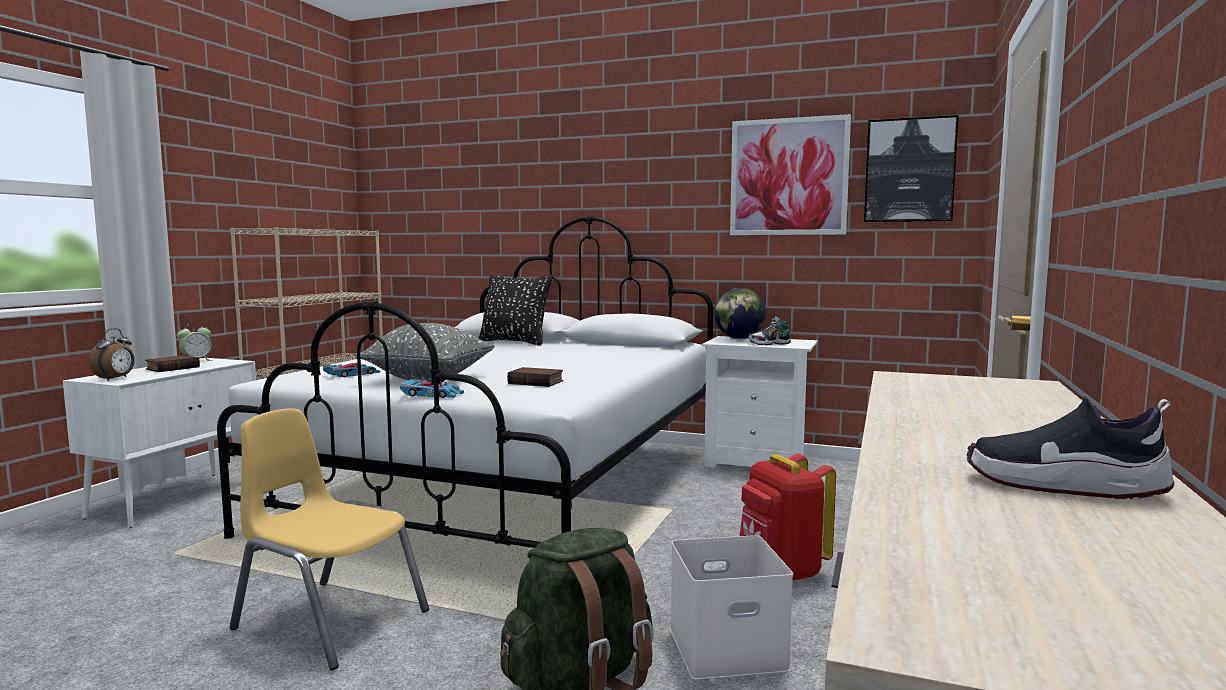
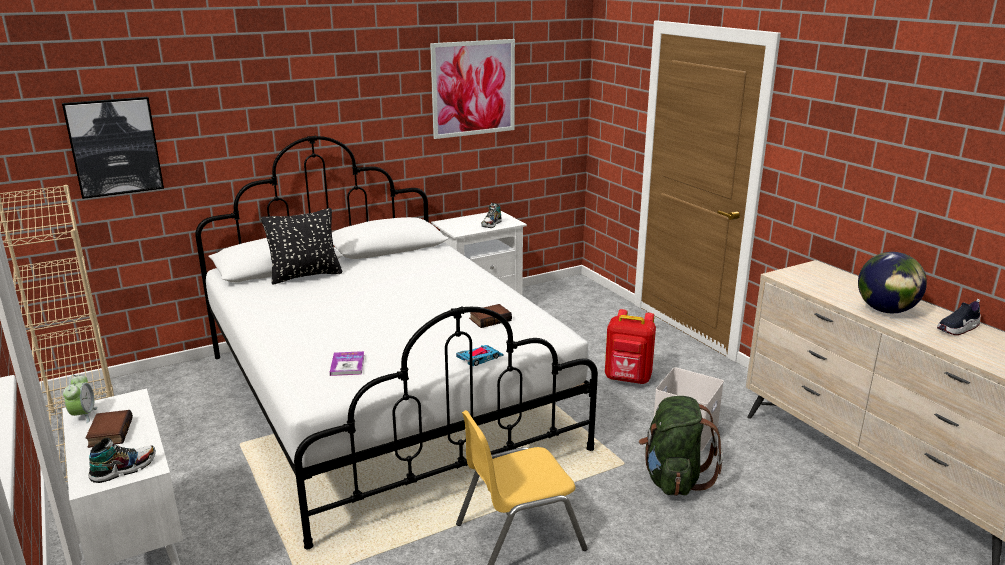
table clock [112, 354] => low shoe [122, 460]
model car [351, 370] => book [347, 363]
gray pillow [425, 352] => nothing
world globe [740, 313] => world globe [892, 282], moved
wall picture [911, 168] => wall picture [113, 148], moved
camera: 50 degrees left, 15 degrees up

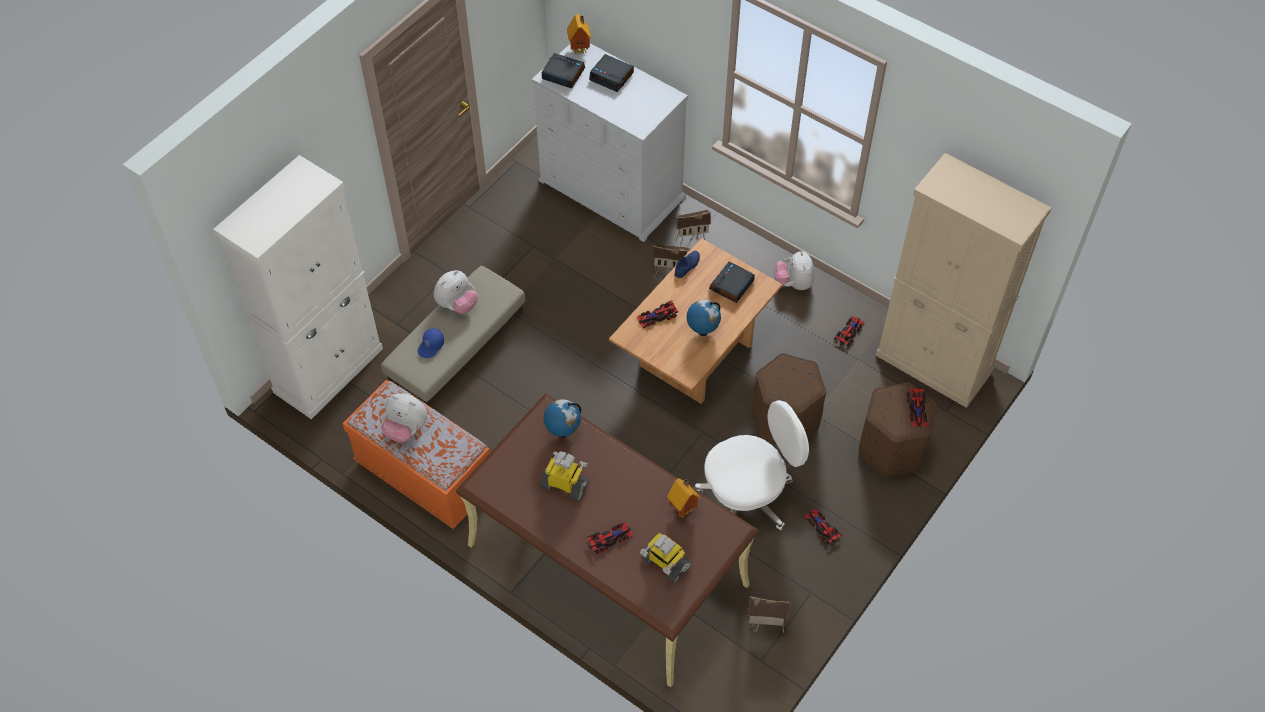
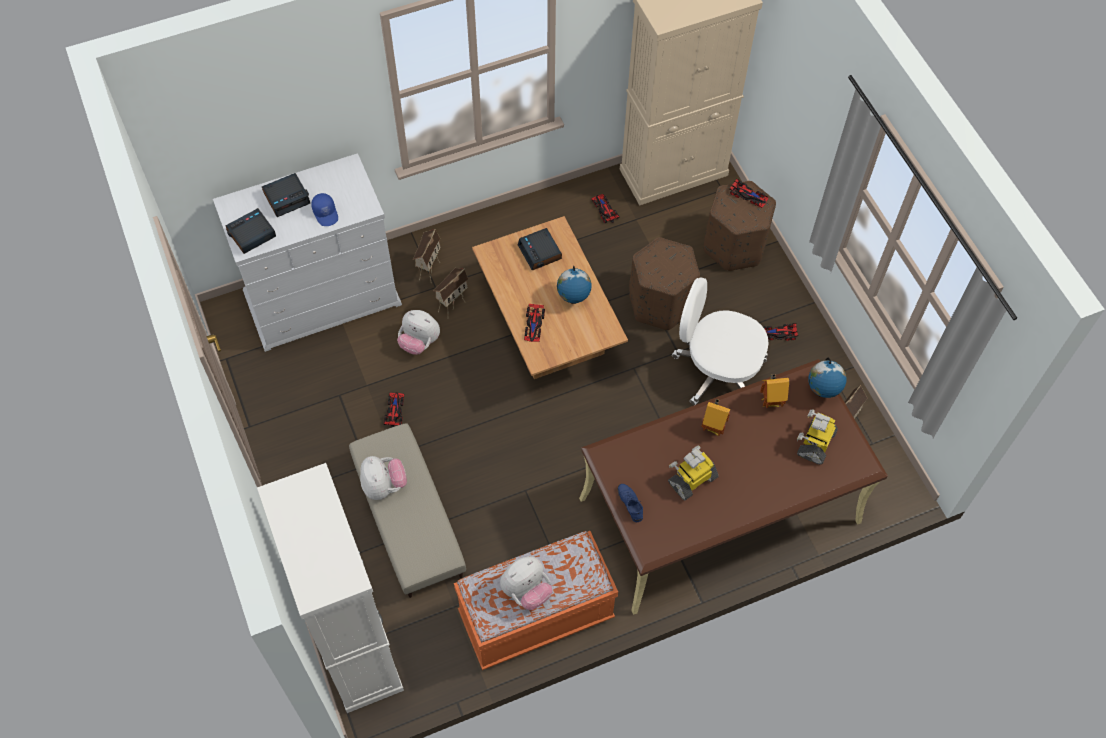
bluish cap [430, 343] => bluish cap [324, 209], moved
world globe [562, 418] => world globe [827, 378], moved
model house [579, 34] => model house [715, 417], moved
model car [610, 538] => model car [394, 410], moved
model robot [666, 558] => model robot [817, 437], 135 degrees clockwise
bluish low shoe [687, 264] => bluish low shoe [630, 503], moved
whitish office chair [751, 465] => whitish office chair [720, 341], 75 degrees counterclockwise
soft toy [794, 270] => soft toy [418, 332], moved
camera: 60 degrees left, 5 degrees up

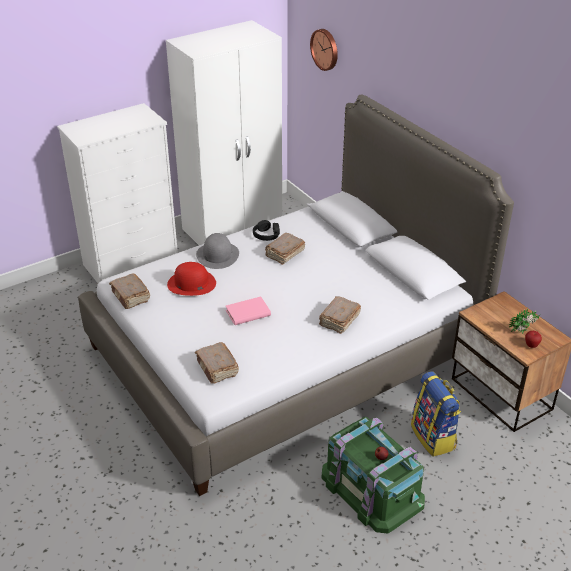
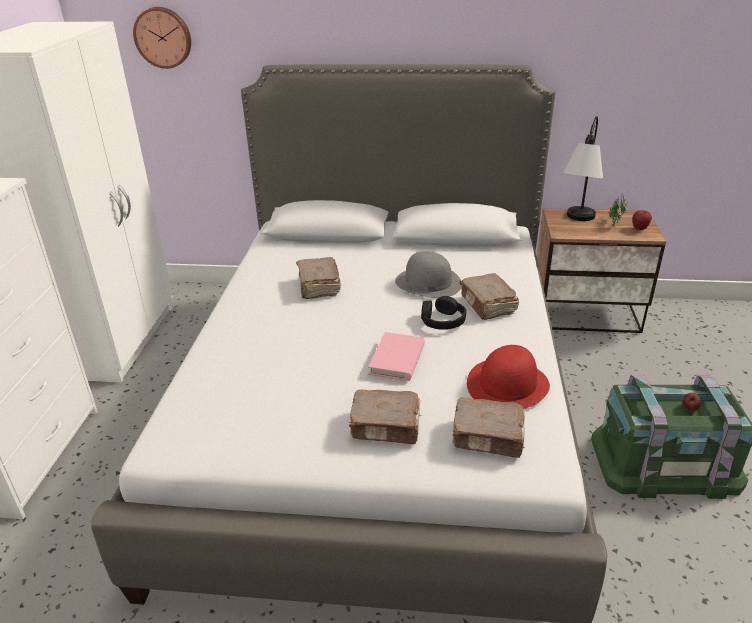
brown book [129, 291] => brown book [385, 417], moved
red-coloured wearable hat [191, 279] => red-coloured wearable hat [508, 377], moved
gray wearable hat [217, 251] => gray wearable hat [428, 274], moved
black-coloured headphones [266, 230] => black-coloured headphones [443, 313], moved
rucksack [436, 414] => nothing
nothing => table lamp [582, 168]
camera: 50 degrees left, 5 degrees down

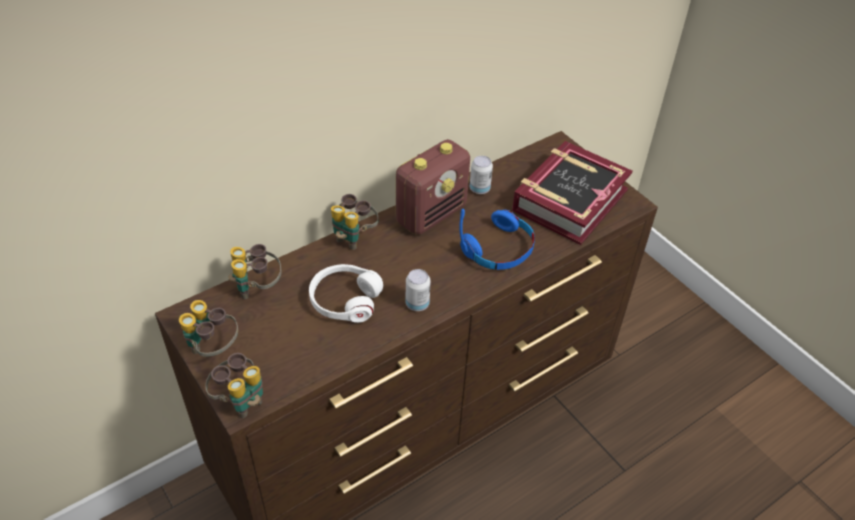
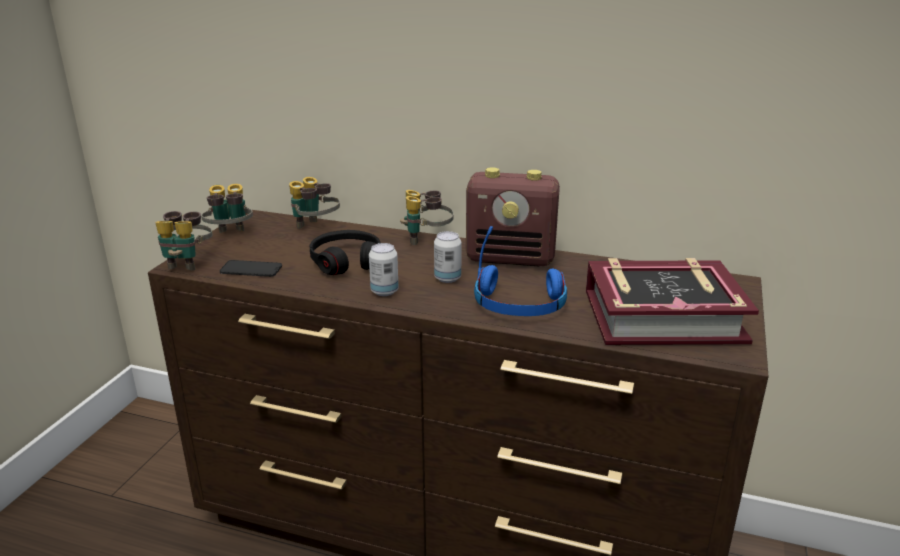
whitish headphones [346, 293] => black-coloured headphones [345, 252]
metal can [481, 175] => metal can [448, 257], moved
nothing => phone [250, 268]
camera: 55 degrees right, 20 degrees down

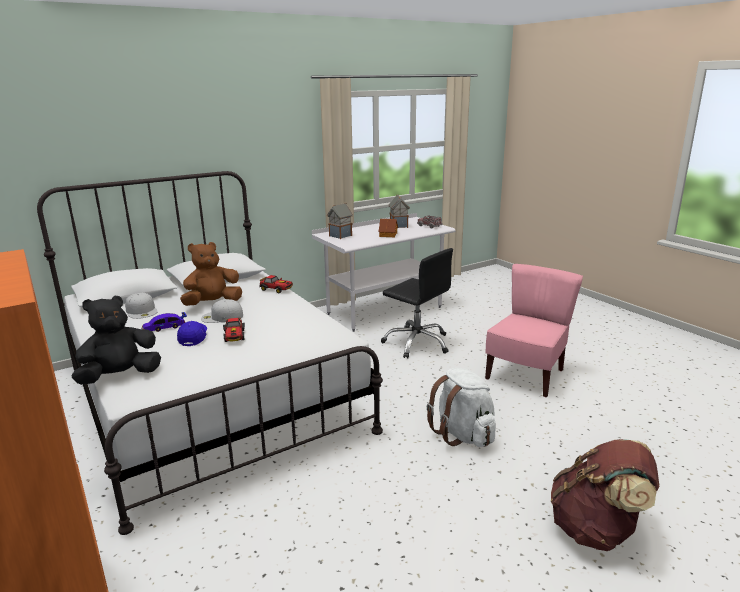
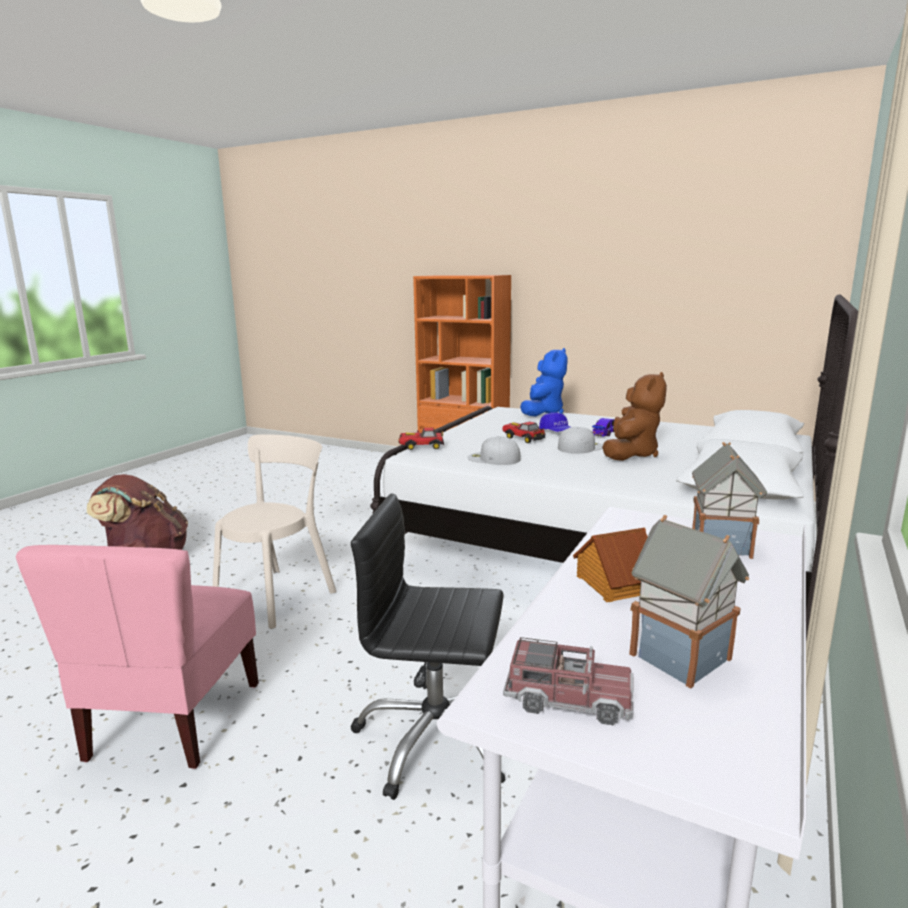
black-coloured soft toy [116, 340] => bluish soft toy [544, 382]
whitish cap [141, 306] => whitish cap [493, 450], moved
model car [276, 284] => model car [421, 439], moved
whitish rucksack [461, 407] => beige chair [275, 531]
camera: 150 degrees right, 5 degrees down

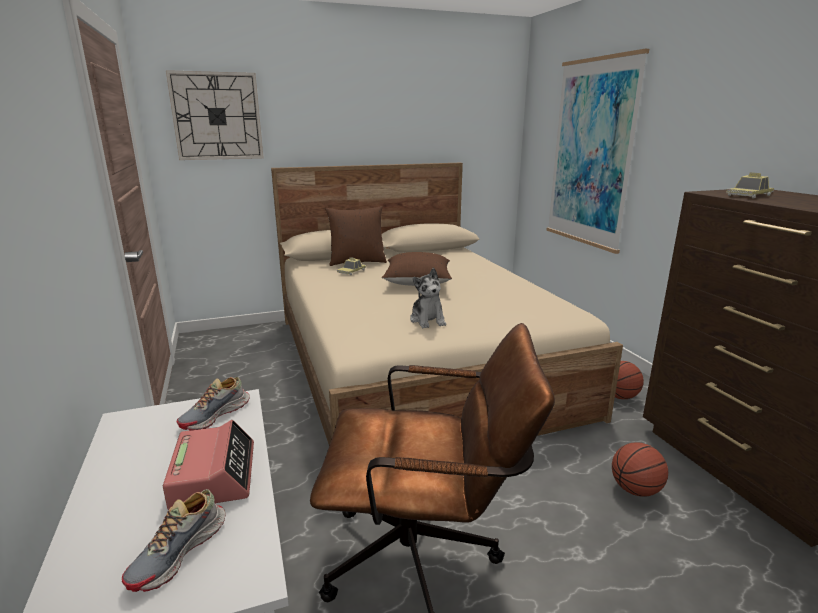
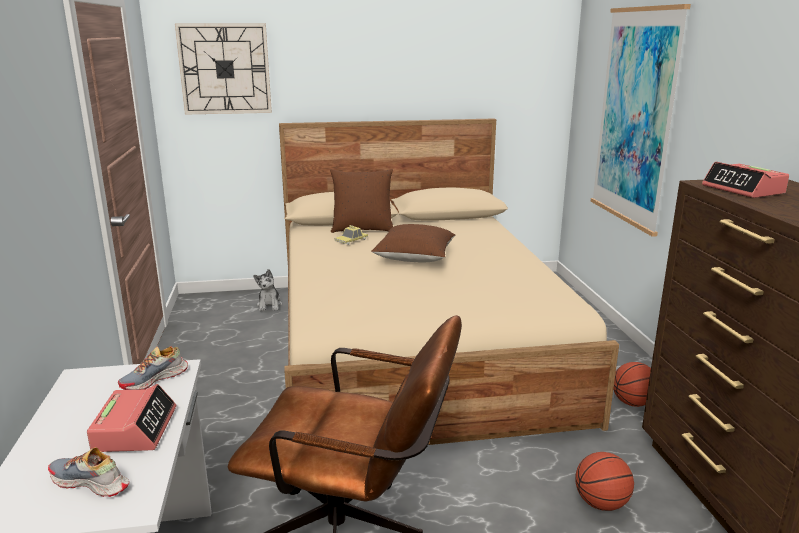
low shoe [174, 540] => low shoe [88, 472], 75 degrees clockwise
soft toy [428, 298] => soft toy [267, 290], moved
model car [750, 185] => table clock [745, 180]
camera: 10 degrees right, 0 degrees up

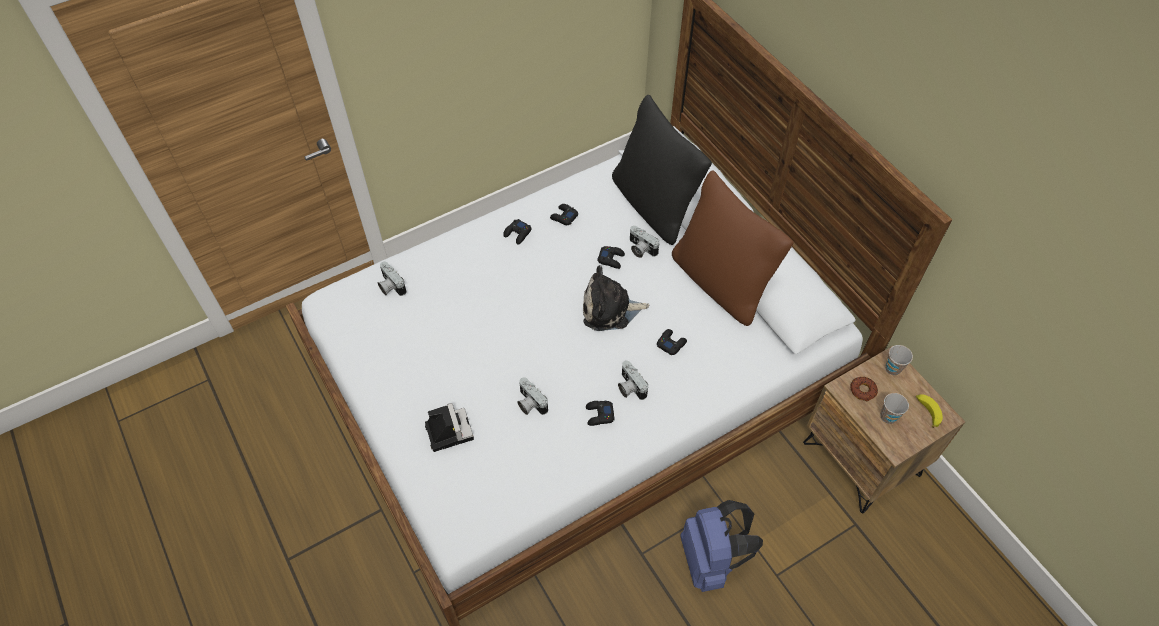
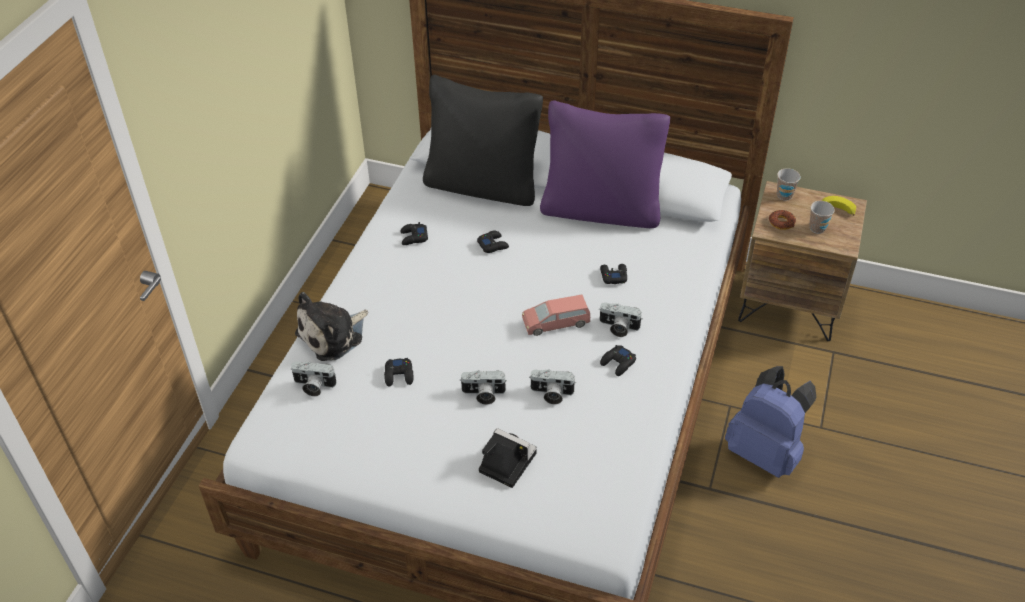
black-coloured game controller [517, 231] => black-coloured game controller [398, 372], moved
soft toy [616, 298] => soft toy [331, 326], moved
still camera [645, 242] => still camera [483, 387], moved
brown pillow [733, 248] => purple-coloured pillow [605, 164]
nothing => pink model car [556, 315]
camera: 40 degrees left, 10 degrees down

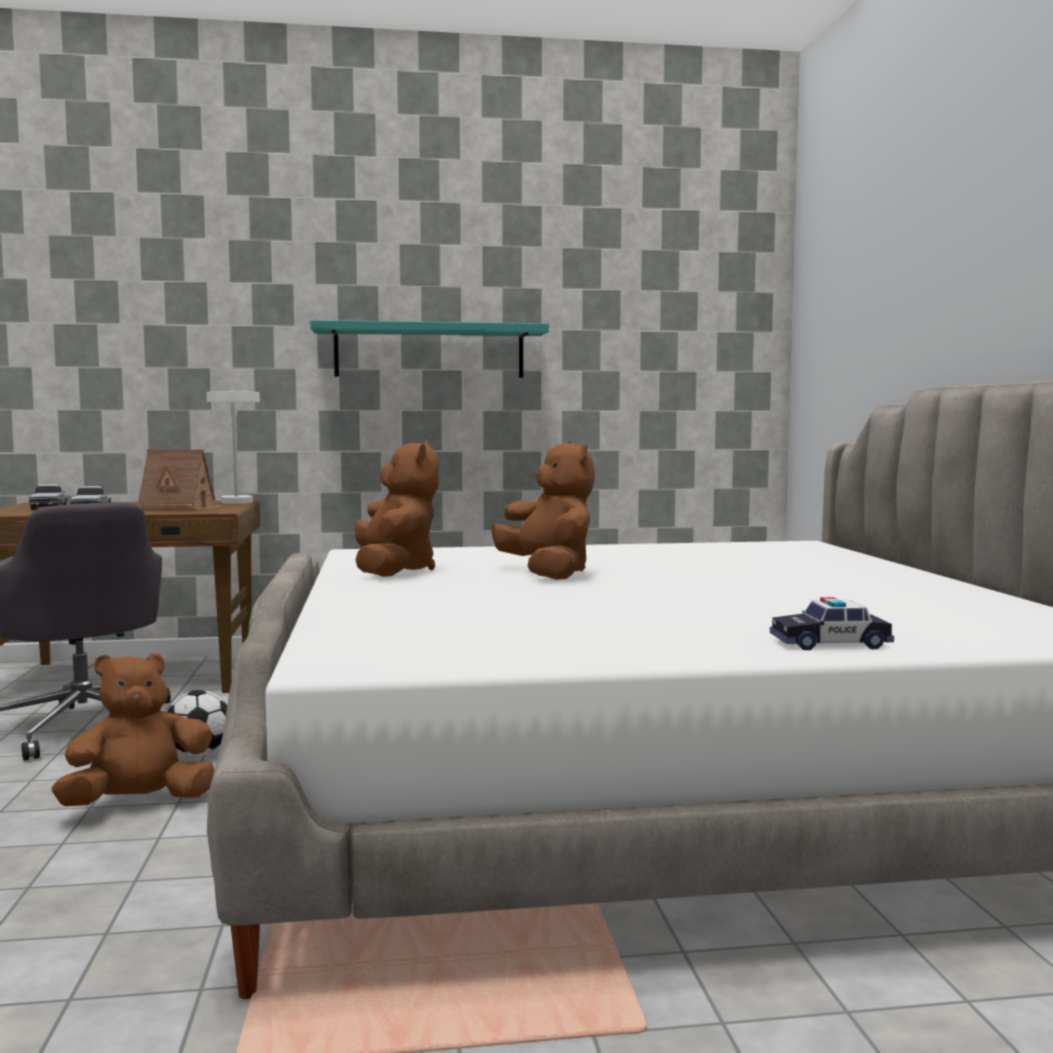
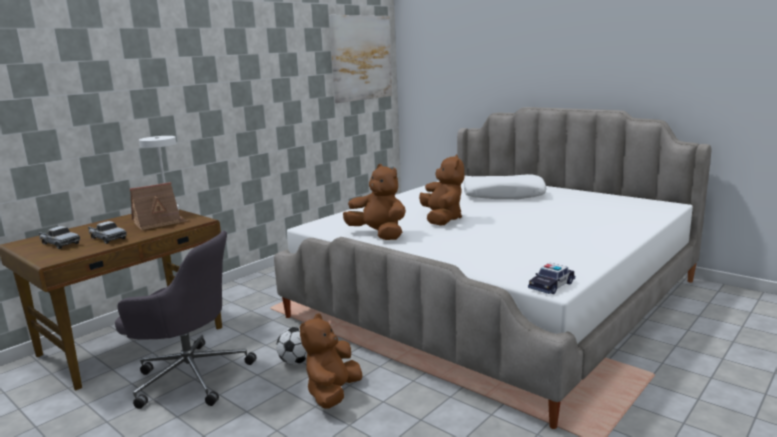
turquoise-coloured shelf [429, 349] => nothing
brown soft toy [543, 510] => brown soft toy [441, 190], 60 degrees clockwise
model car [832, 623] => model car [551, 278], moved
nothing => wall picture [360, 59]
nothing => whitish pillow [505, 186]
camera: 40 degrees left, 10 degrees up

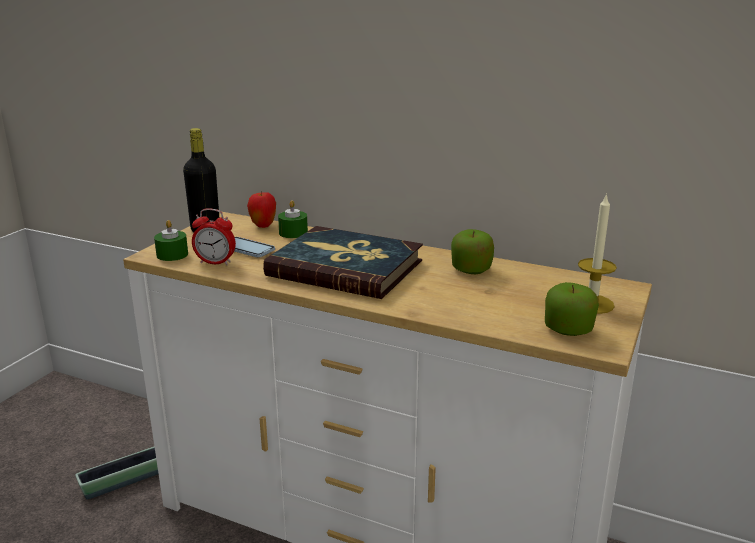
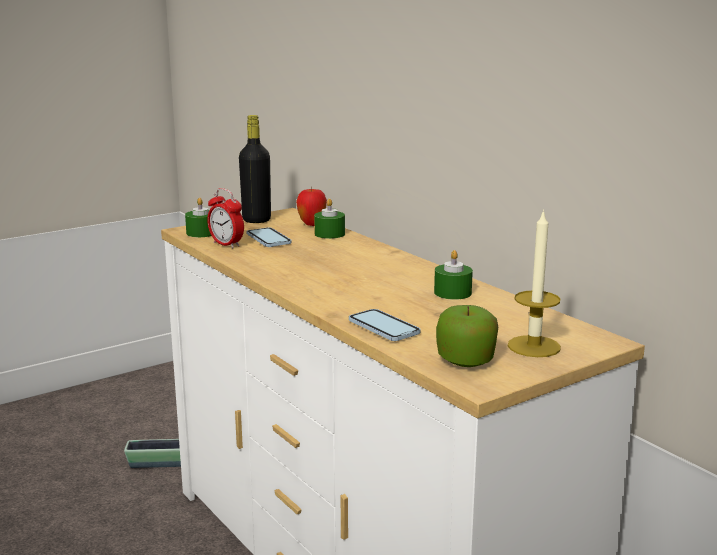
book [343, 262] => nothing
apple fruit [472, 251] => greenish wax light [453, 275]
nothing => phone [384, 325]
camera: 30 degrees right, 5 degrees down

